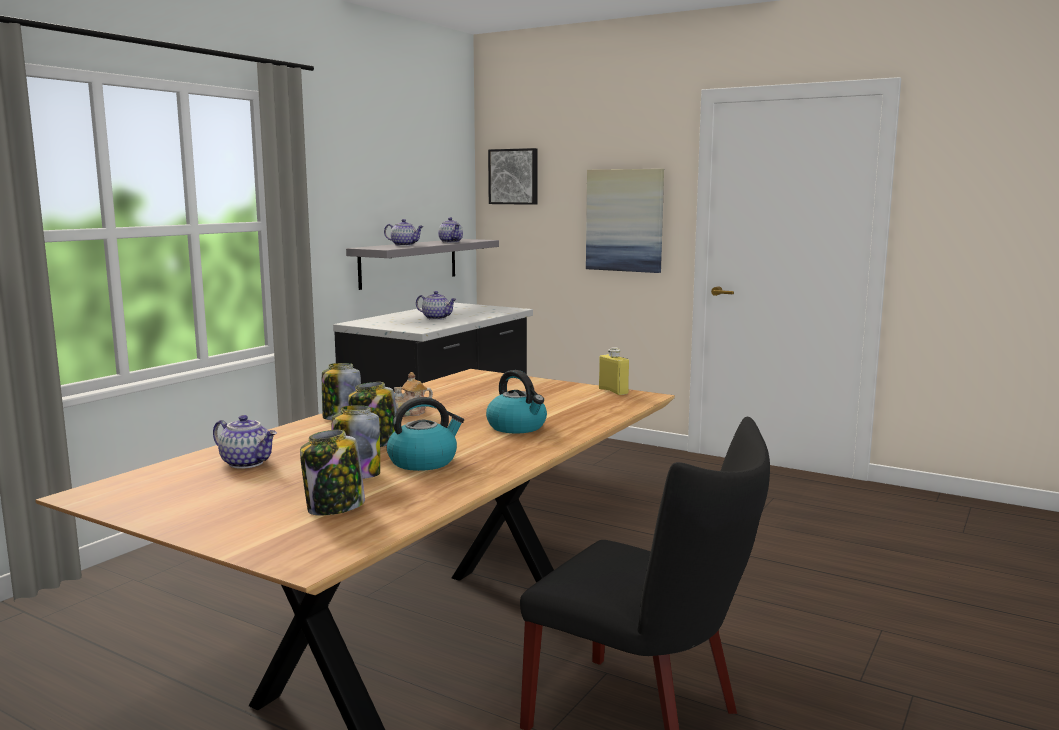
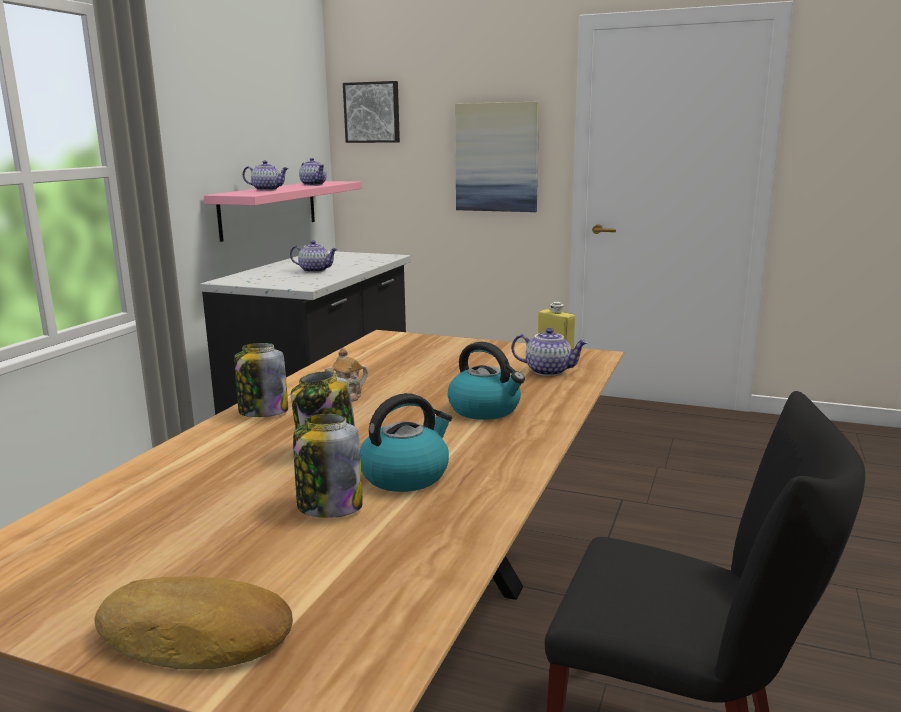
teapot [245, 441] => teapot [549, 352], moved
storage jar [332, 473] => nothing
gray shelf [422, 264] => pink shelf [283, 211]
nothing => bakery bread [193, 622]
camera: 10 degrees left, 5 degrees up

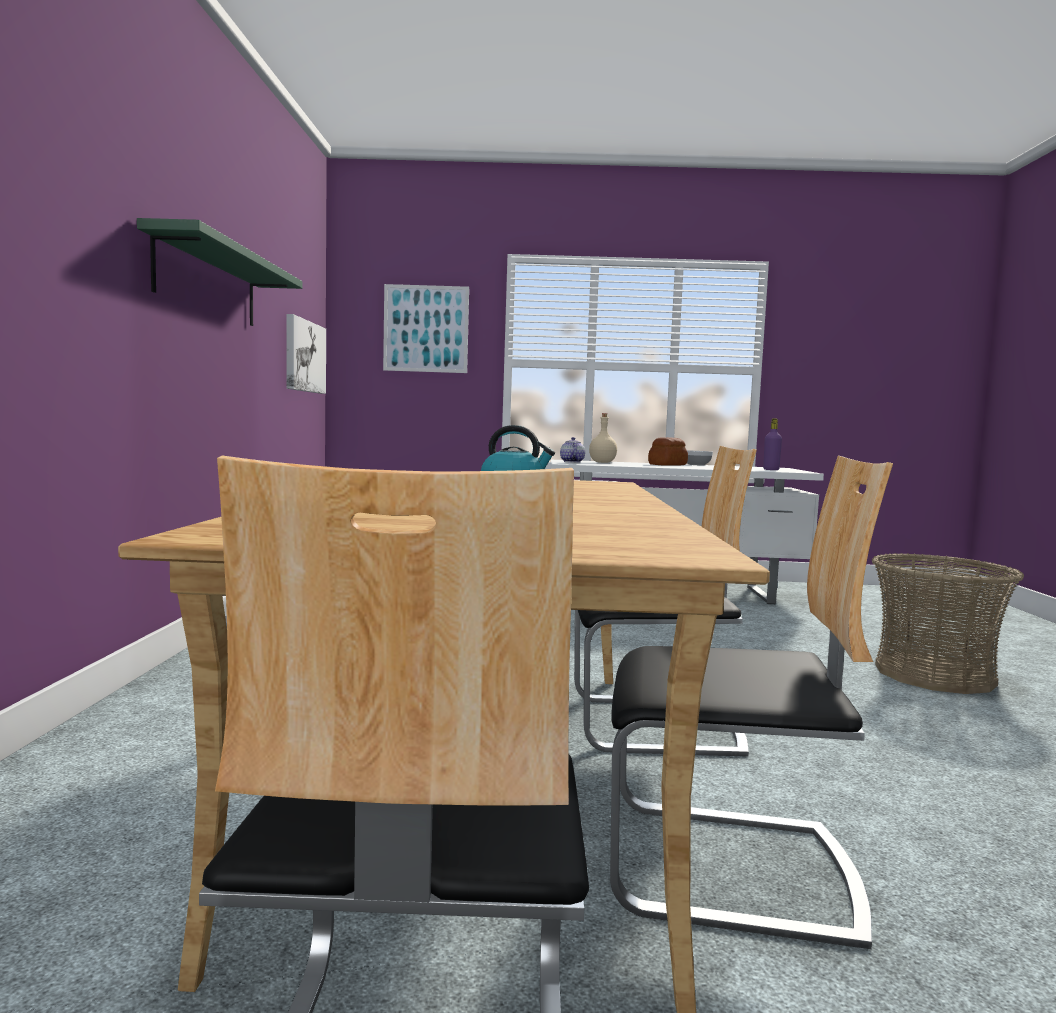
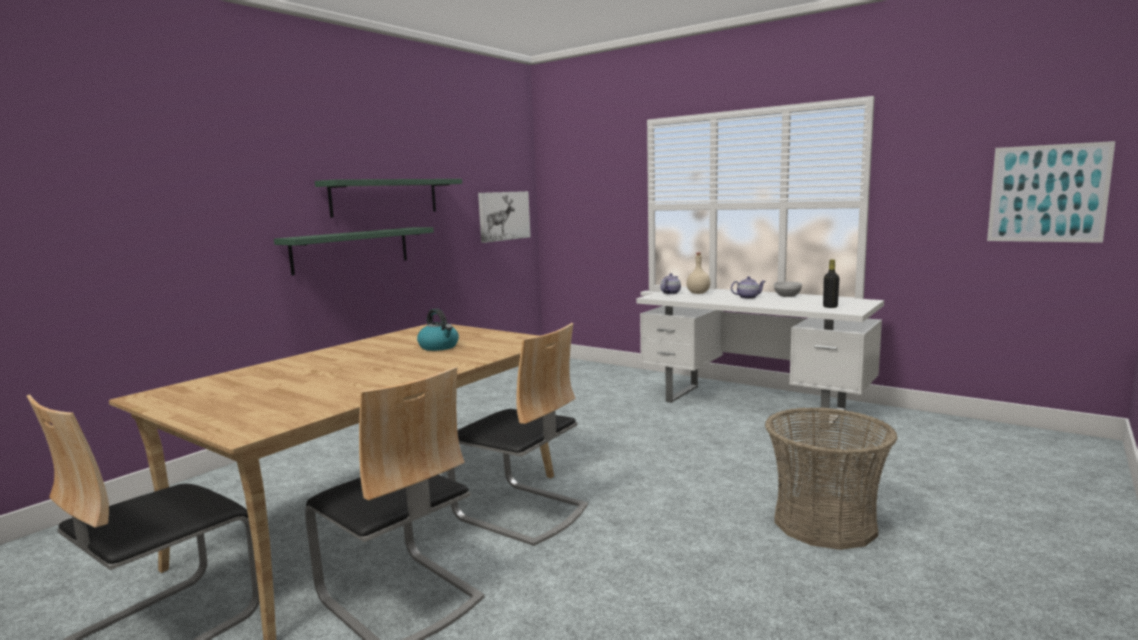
wall picture [426, 328] => wall picture [1051, 192], moved
bakery bread [668, 451] => teapot [748, 287]
purple-coloured beverage bottle [772, 444] => black-coloured beverage bottle [831, 283]
nothing => greenish shelf [354, 251]
camera: 35 degrees right, 5 degrees up

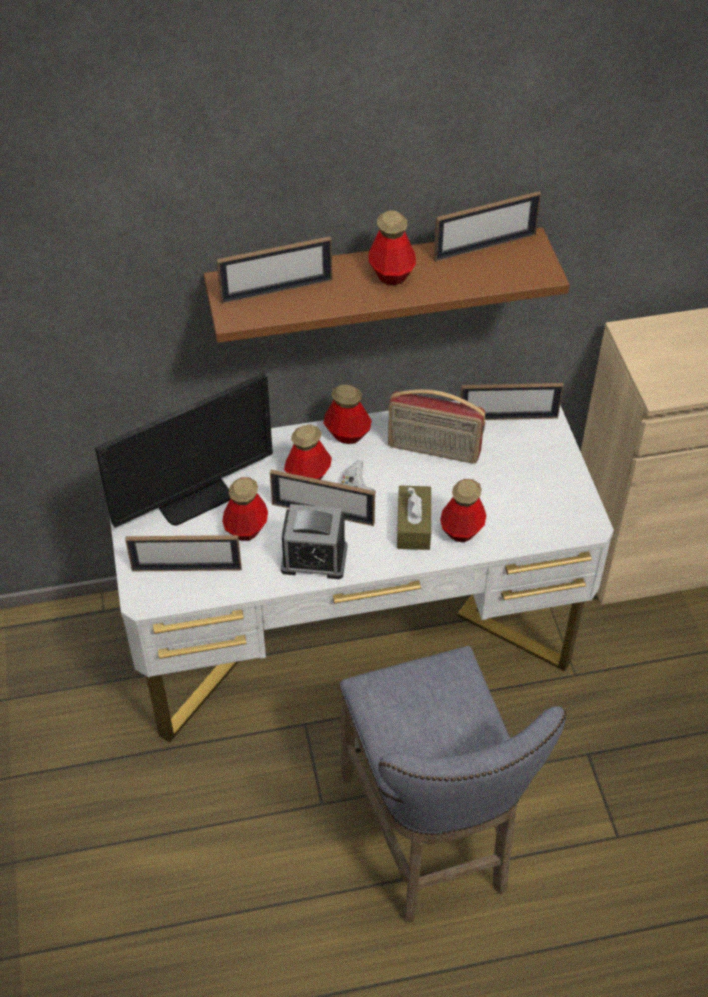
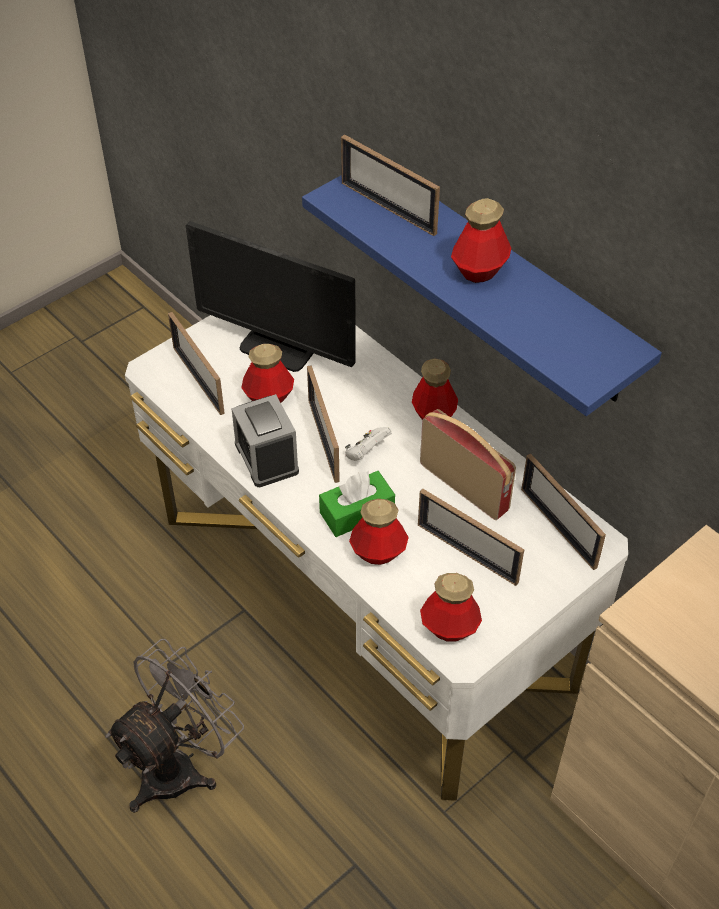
brown shelf [387, 285] => bluish shelf [482, 295]
beverage bottle [308, 452] => beverage bottle [451, 607], moved
gray stool seat [452, 784] => gray fan [174, 726]
radio [436, 426] => radio [468, 464], 150 degrees clockwise
brown tissue holder [414, 518] => greenish tissue holder [357, 504]
photo frame [487, 226] => photo frame [471, 537], moved
camera: 60 degrees right, 0 degrees up

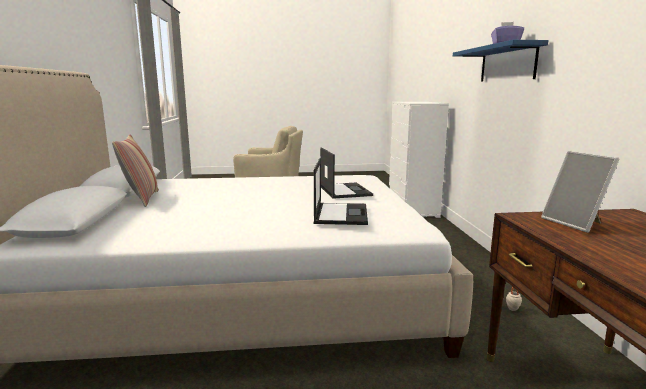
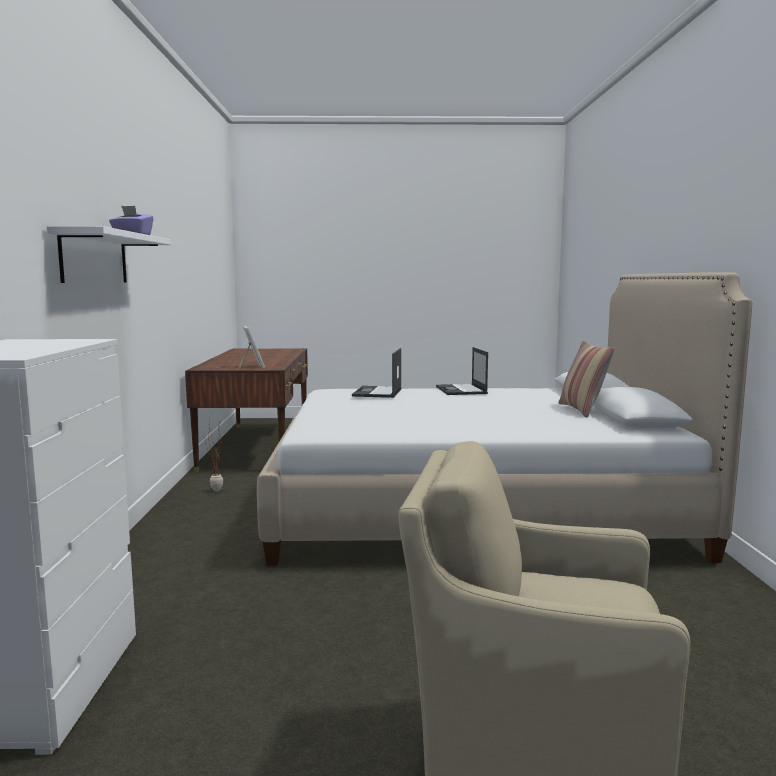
notebook computer [346, 173] => notebook computer [462, 371], moved
bluish shelf [500, 60] => whitish shelf [109, 254]
camera: 175 degrees left, 5 degrees down

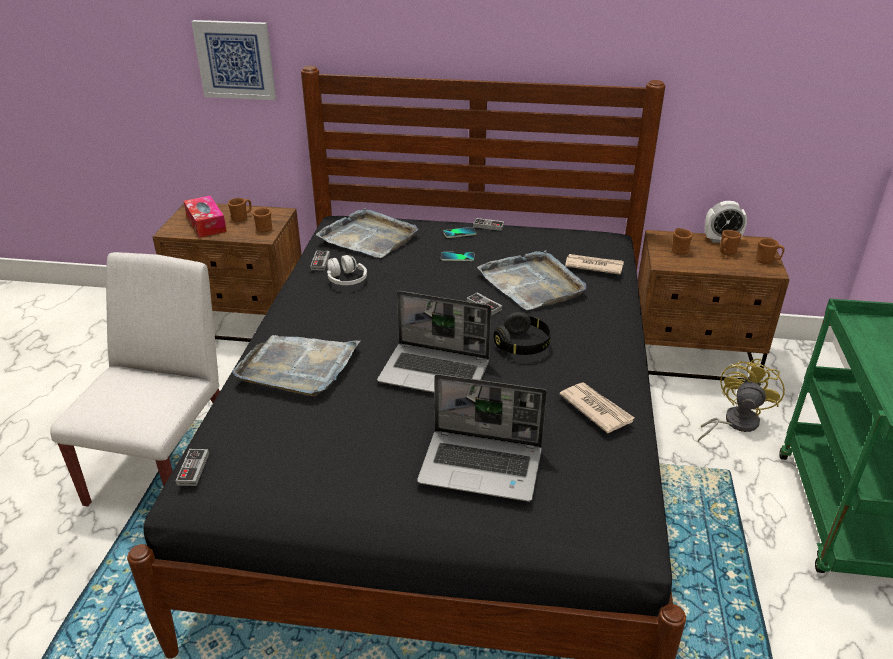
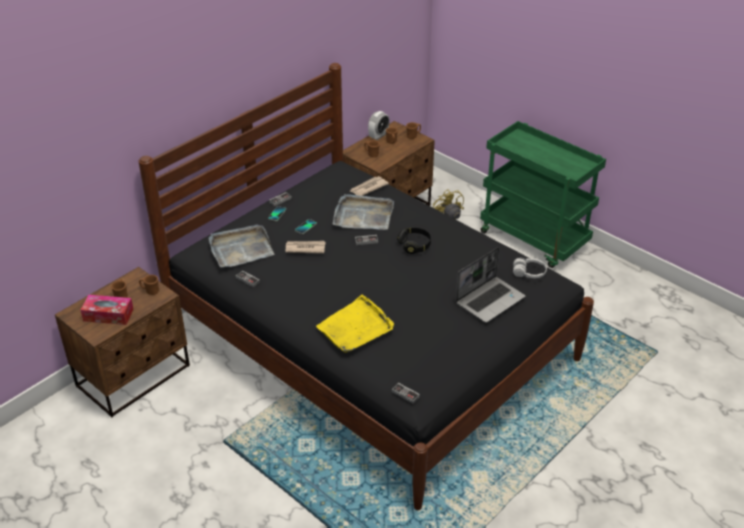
whitish chair [135, 379] => nothing
wall picture [233, 60] => nothing
gray carrying tray [296, 365] => yellow-coloured carrying tray [355, 324]
whitish headphones [347, 270] => whitish headphones [530, 268], moved
notebook computer [434, 342] => nothing
newspaper [596, 408] => newspaper [305, 247], moved
camera: 55 degrees left, 5 degrees up

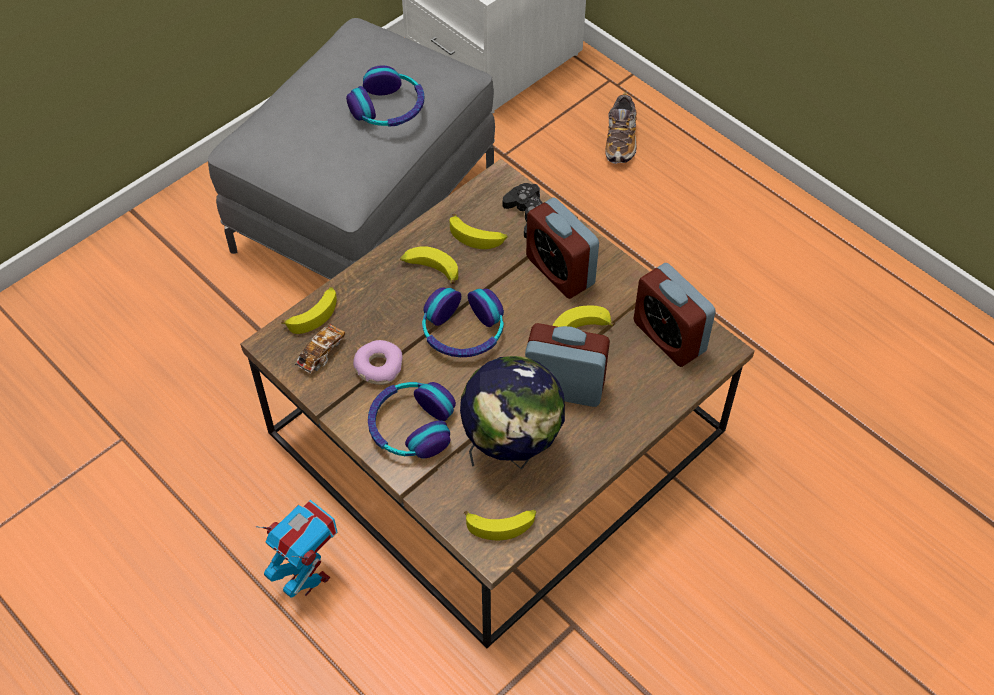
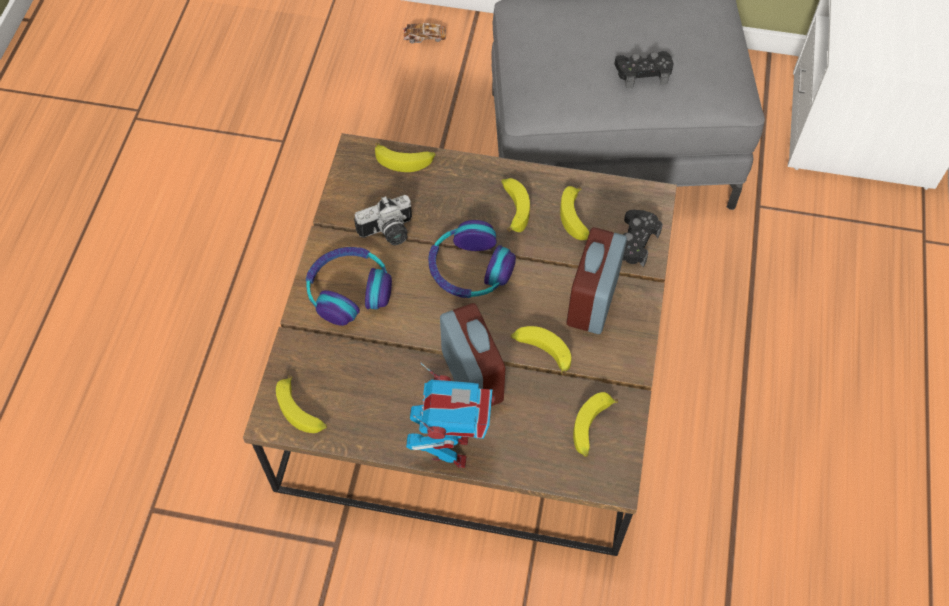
model robot [296, 549] => model robot [450, 415], moved
model car [320, 348] => model car [424, 33], moved
headphones [385, 96] => black-coloured game controller [644, 69]
ring doughnut [378, 362] => still camera [383, 220]
world globe [512, 413] => nothing
low shoe [621, 128] => nothing
table clock [674, 315] => banana fruit [595, 424]
camera: 55 degrees right, 5 degrees up

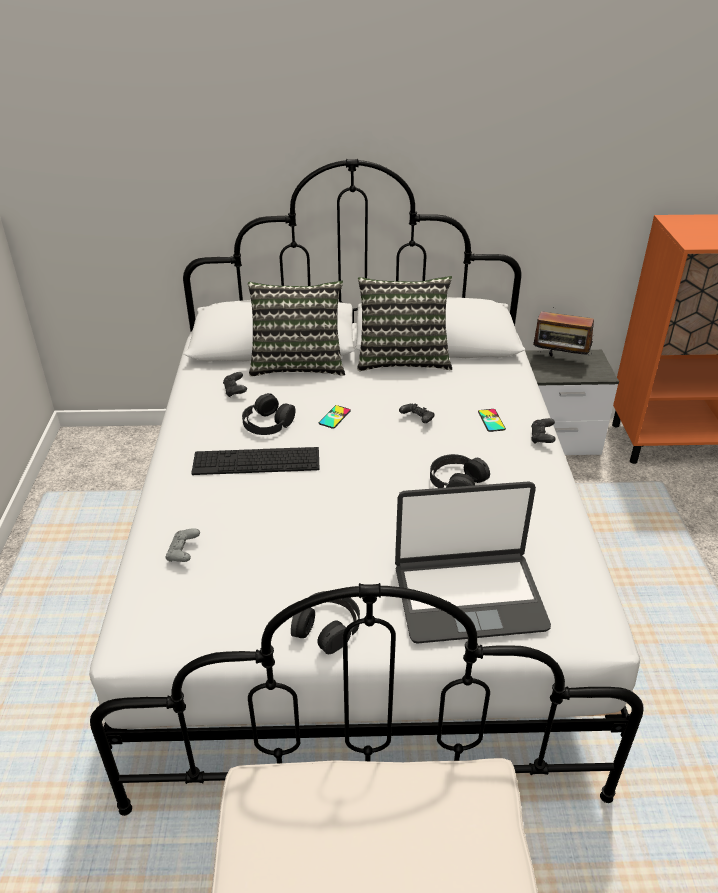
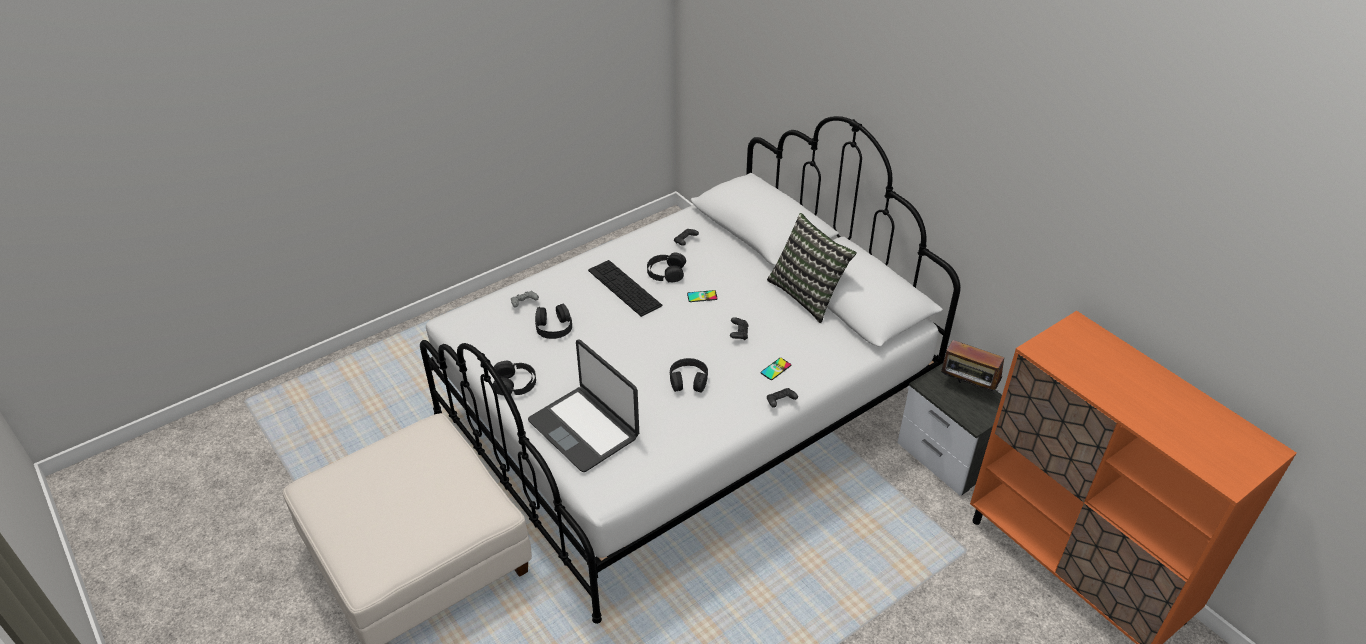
pillow [296, 329] => nothing
radio [563, 329] => radio [972, 365], 45 degrees counterclockwise
nothing => black-coloured headphones [553, 321]
camera: 55 degrees right, 5 degrees up

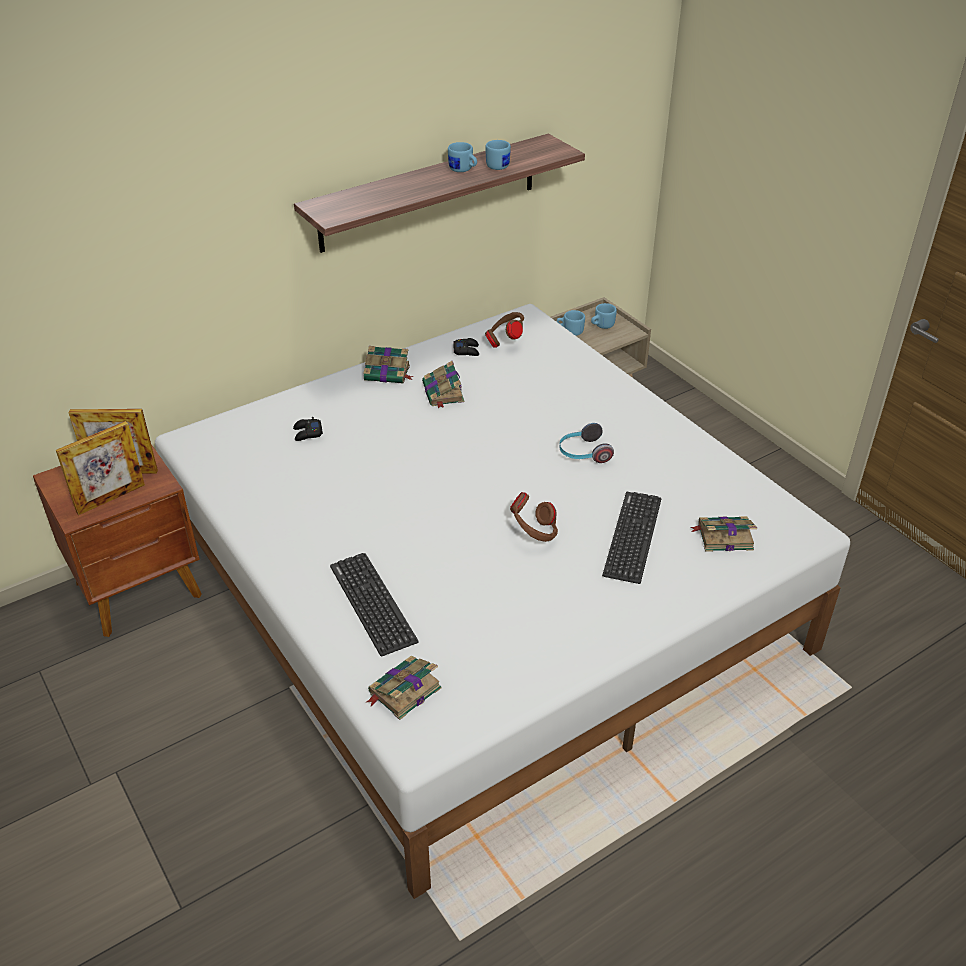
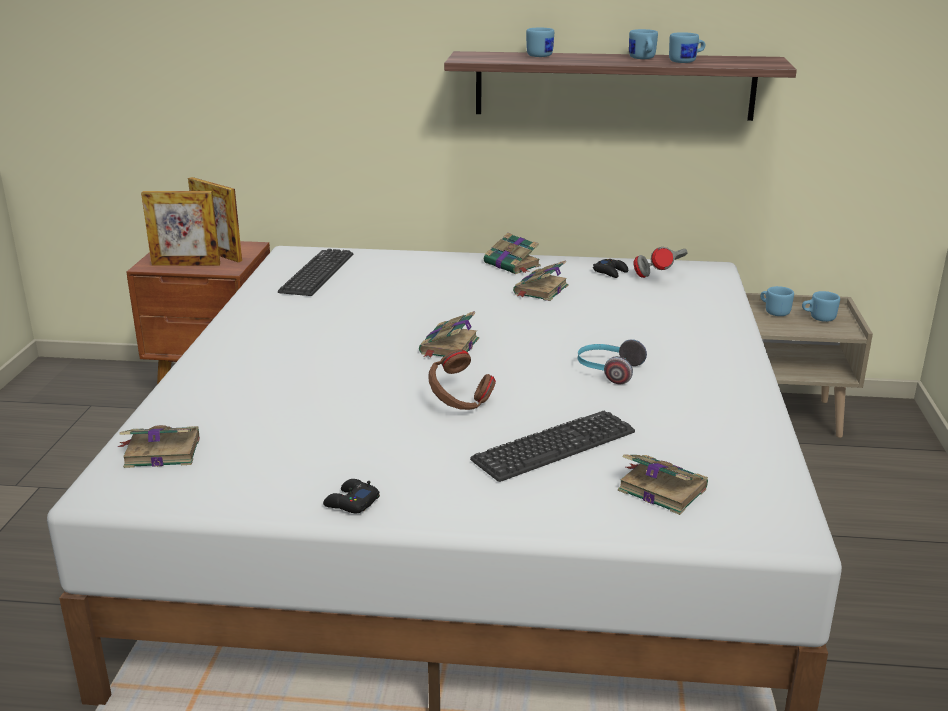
black-coloured game controller [308, 429] => black-coloured game controller [351, 496], moved
computer keyboard [374, 604] => computer keyboard [315, 272], moved
brown headphones [504, 330] => gray headphones [661, 262]
nothing => book [449, 334]
nothing => bluish tea mug [540, 42]
camera: 40 degrees right, 15 degrees down

